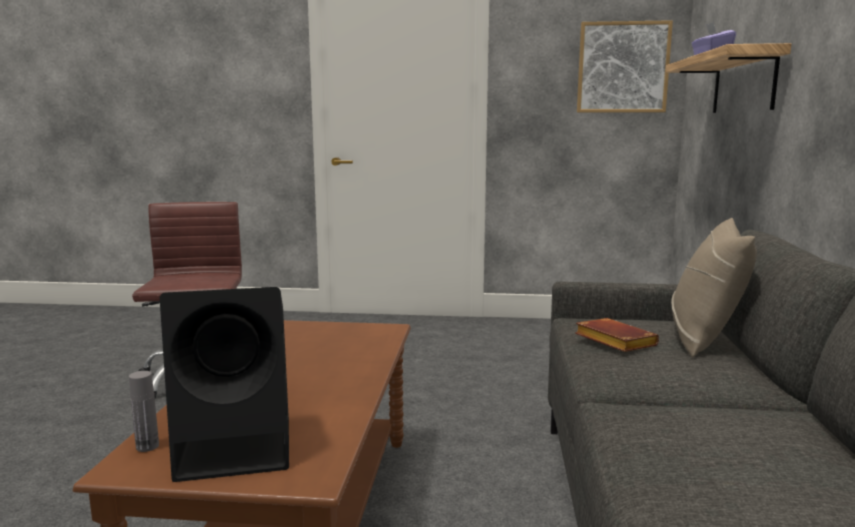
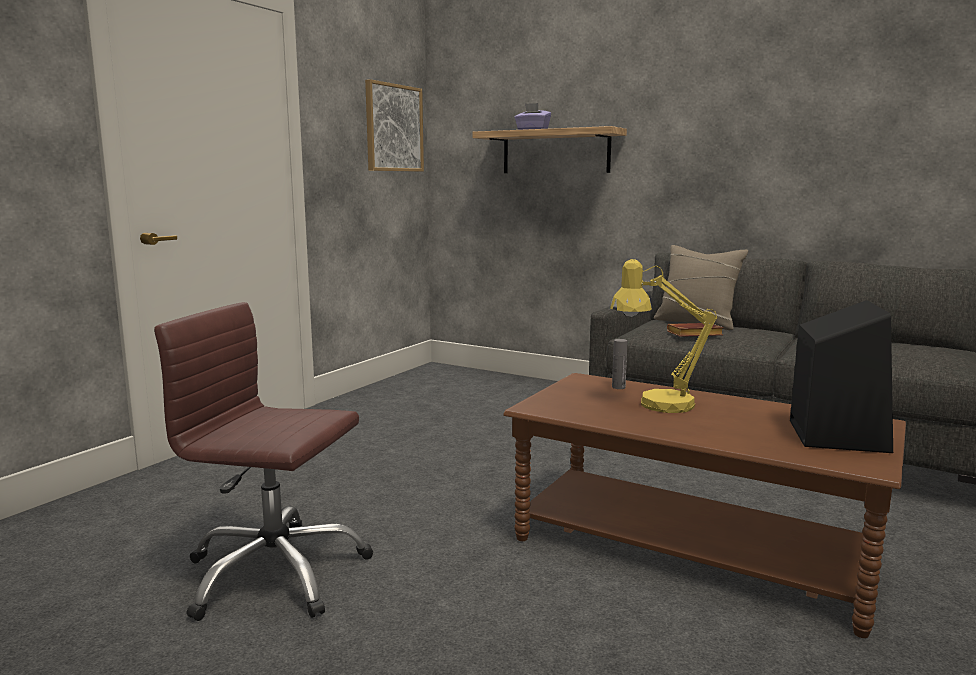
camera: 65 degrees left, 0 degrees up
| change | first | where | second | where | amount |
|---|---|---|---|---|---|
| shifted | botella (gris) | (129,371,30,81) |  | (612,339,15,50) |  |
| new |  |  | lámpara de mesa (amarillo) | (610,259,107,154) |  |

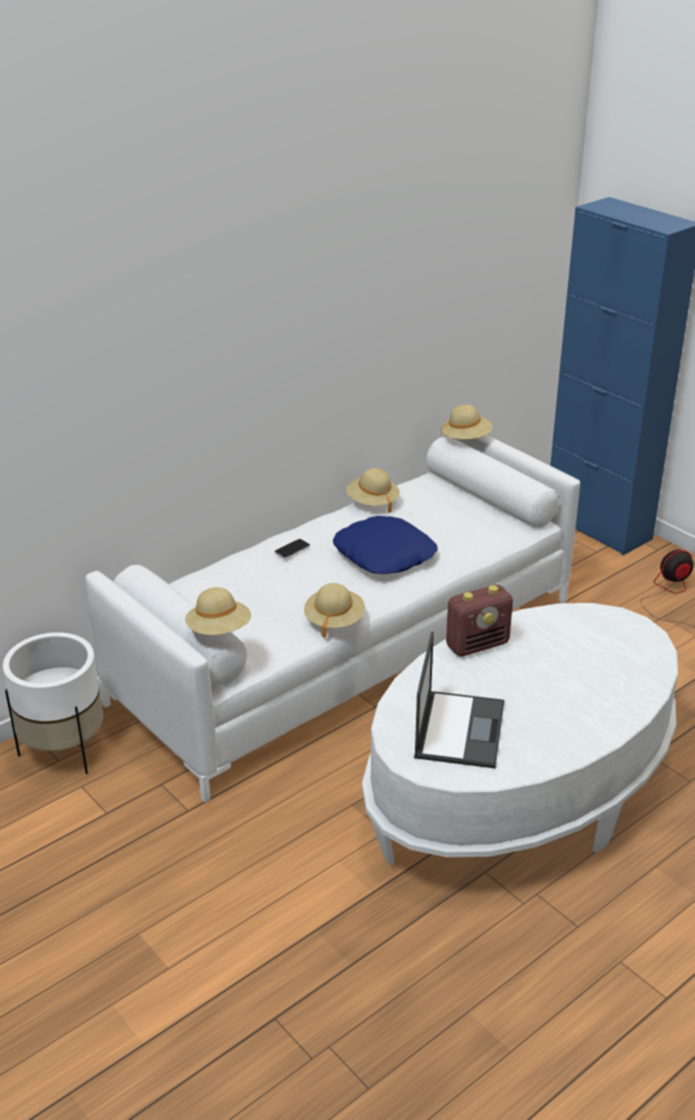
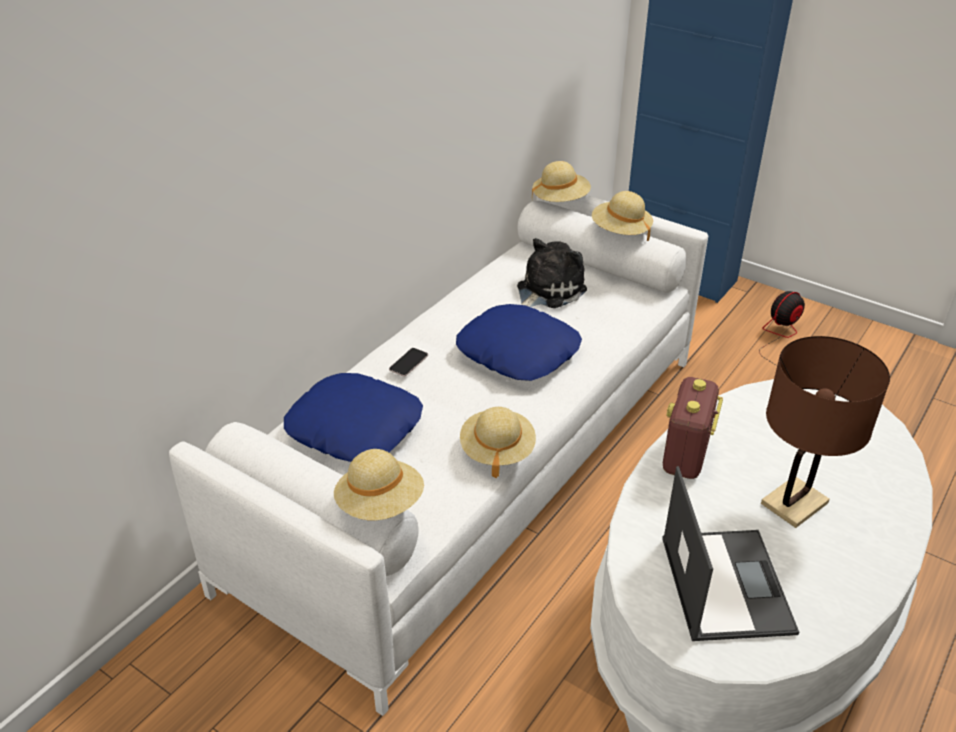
camera: 15 degrees left, 5 degrees up
| change | first | where | second | where | amount |
|---|---|---|---|---|---|
| shifted | sombrero (beis) | (346,468,54,45) |  | (592,191,61,50) |  |
| rotated | radio | (446,584,67,73) |  | (663,377,60,102) | 150 degrees clockwise |
| gone | maceta (blanco) | (3,632,100,142) |  |  |  |
| new |  |  | peluche | (517,238,70,70) |  |
| new |  |  | lámpara de mesa (marrón) | (761,336,129,192) |  |
| new |  |  | cojín (azul) | (284,373,139,89) |  |

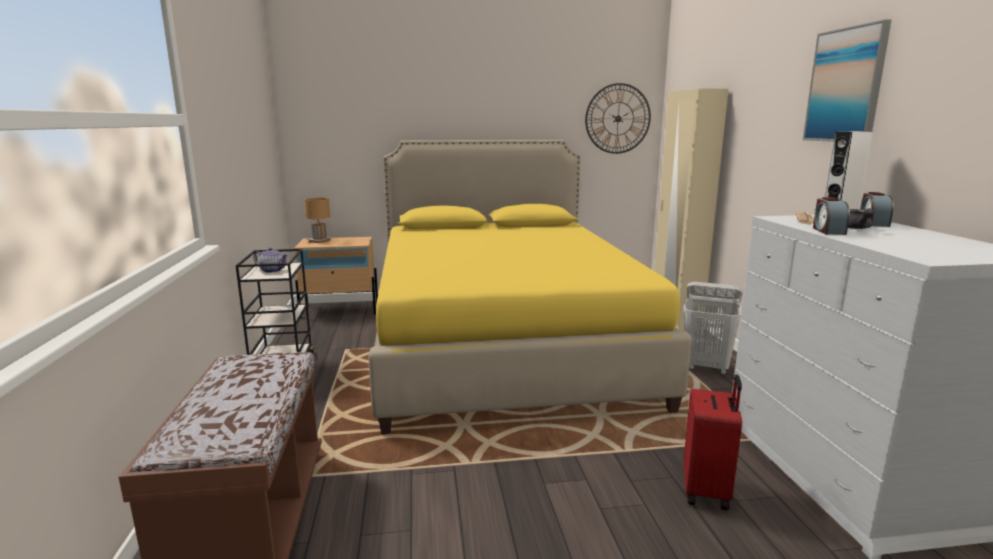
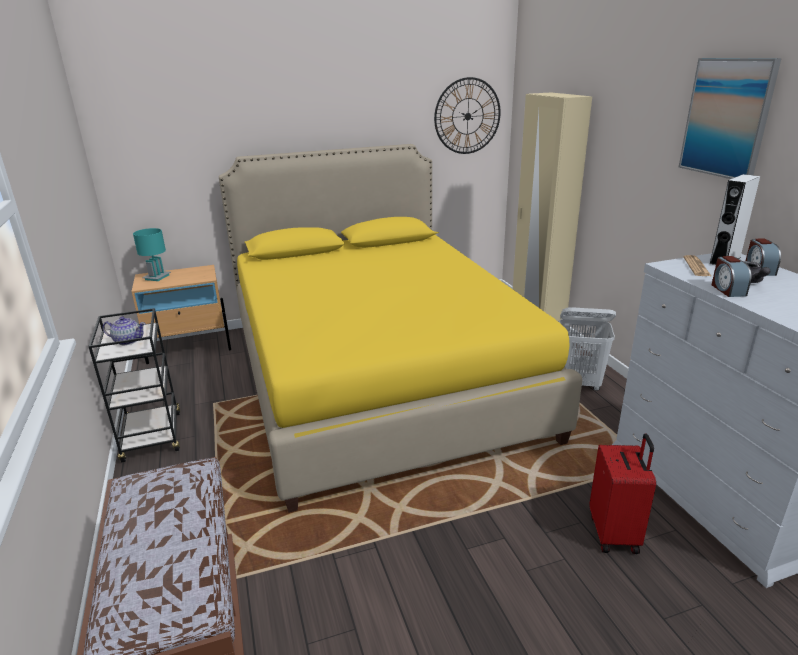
camera: 10 degrees left, 10 degrees up
| change | first | where | second | where | amount |
|---|---|---|---|---|---|
| repainted | lámpara de mesa (marrón) | (304,198,28,45) | lámpara de mesa (turquesa) | (133,228,38,53) |  |

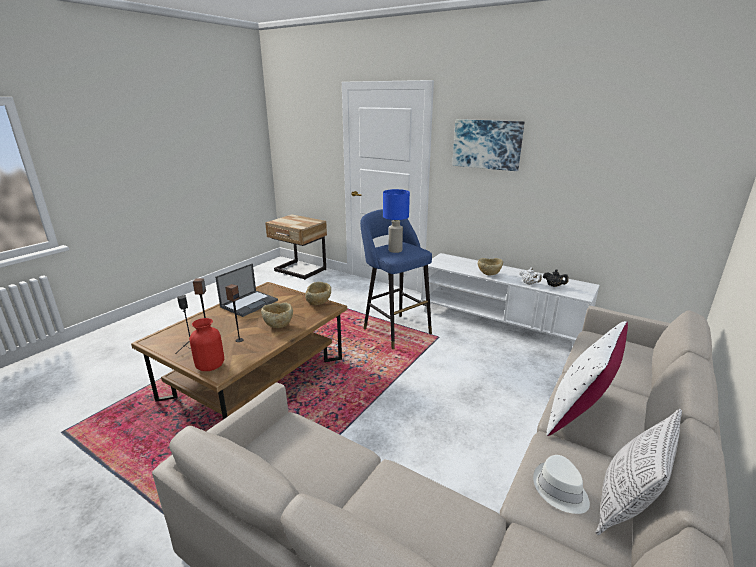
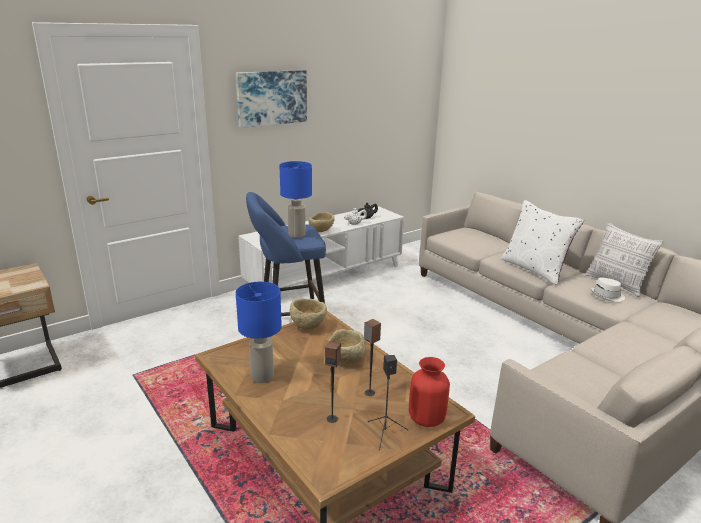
camera: 70 degrees left, 0 degrees up
| change | first | where | second | where | amount |
|---|---|---|---|---|---|
| swapped | portátil | (215,263,63,54) | lámpara de mesa (azul) | (236,282,46,101) |  |

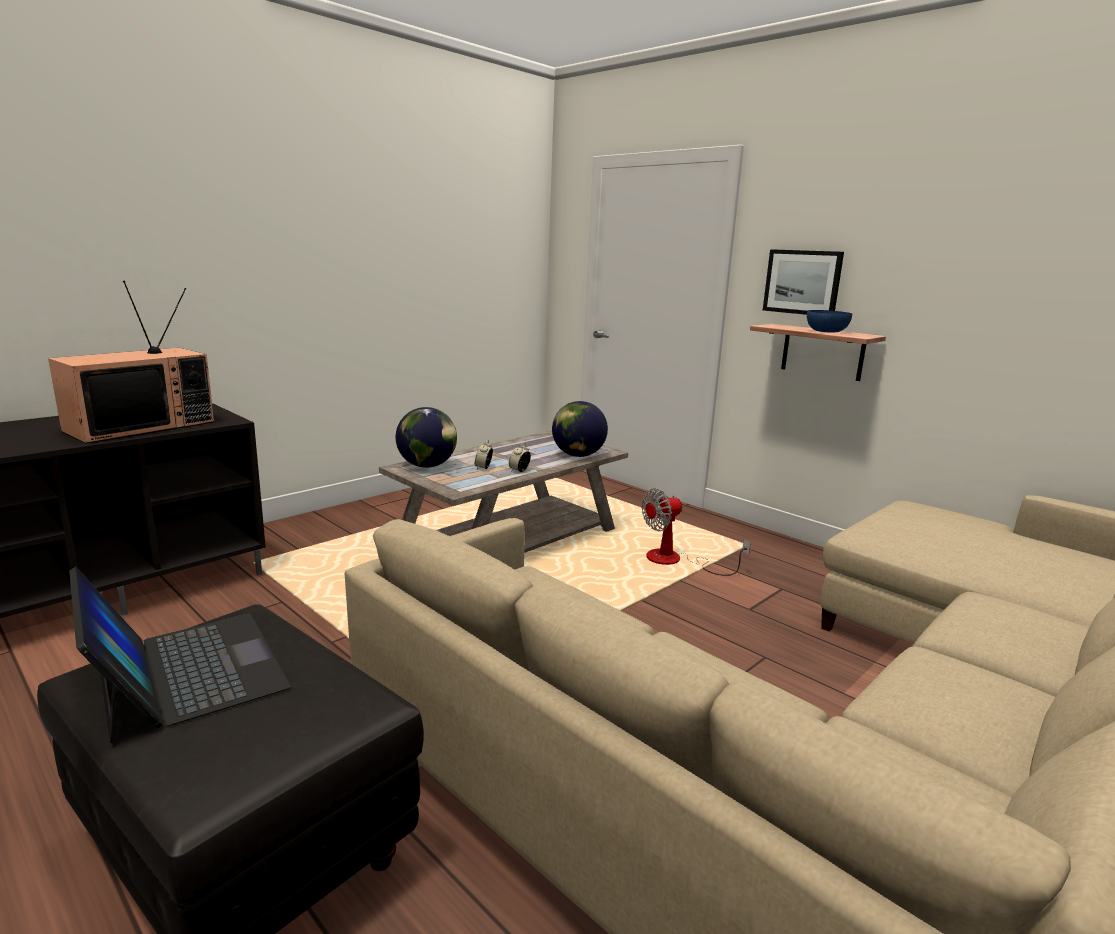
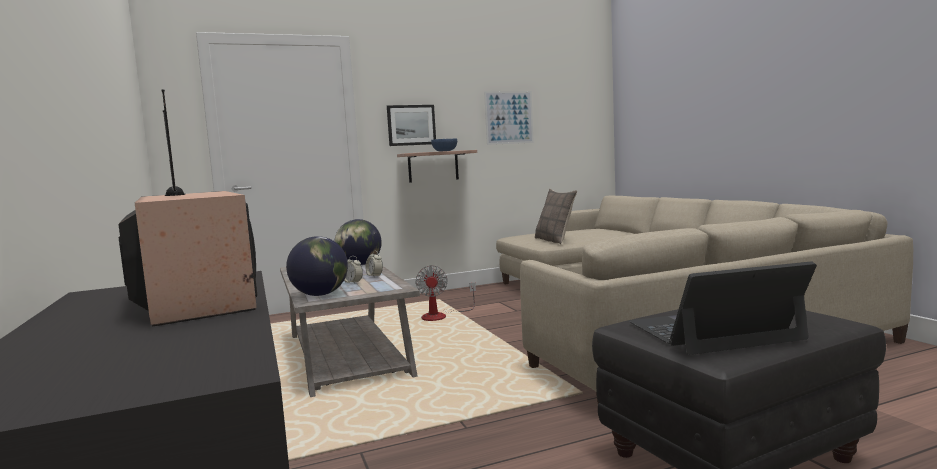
camera: 65 degrees left, 10 degrees down
| change | first | where | second | where | amount |
|---|---|---|---|---|---|
| new |  |  | cuadro | (484,91,50,54) |  |
| new |  |  | cojín | (535,189,42,55) |  |

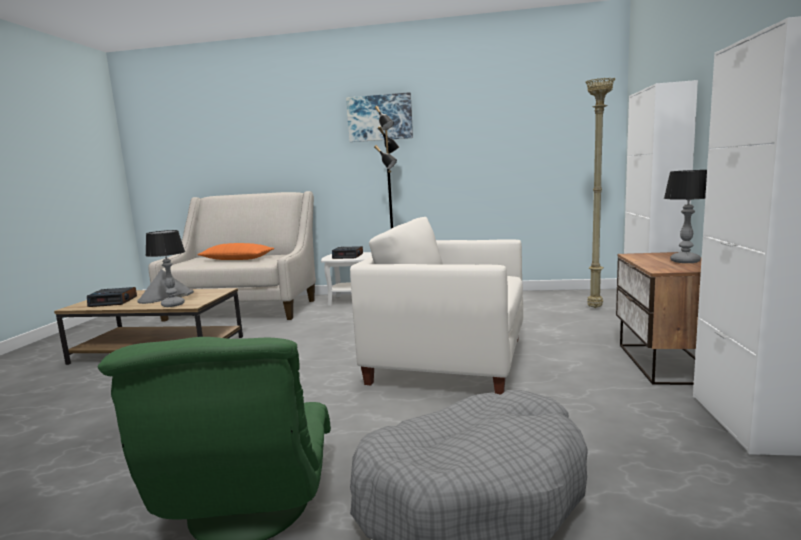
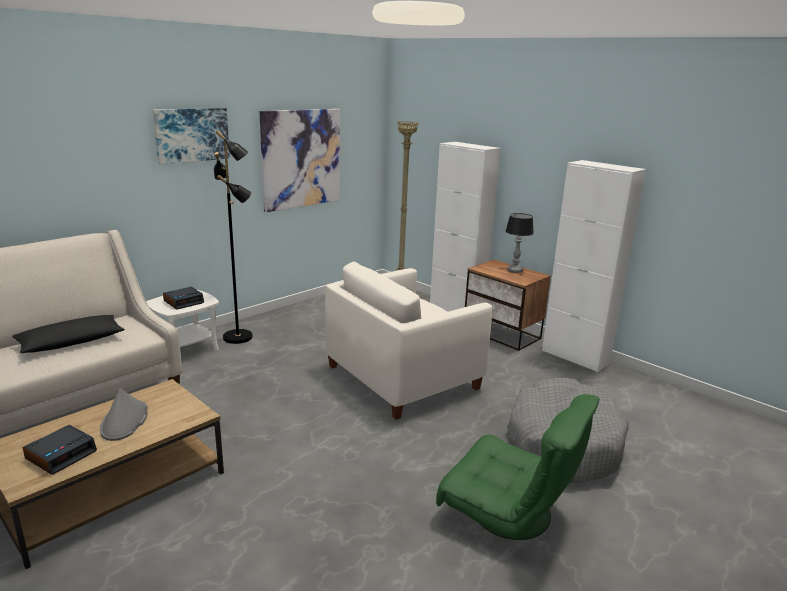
camera: 55 degrees left, 10 degrees up
| change | first | where | second | where | amount |
|---|---|---|---|---|---|
| gone | lámpara de mesa | (145,230,40,77) |  |  |  |
| repainted | cojín (naranja) | (197,243,78,17) | cojín (negro) | (12,315,113,38) |  |
| new |  |  | cuadro | (260,109,80,103) |  |

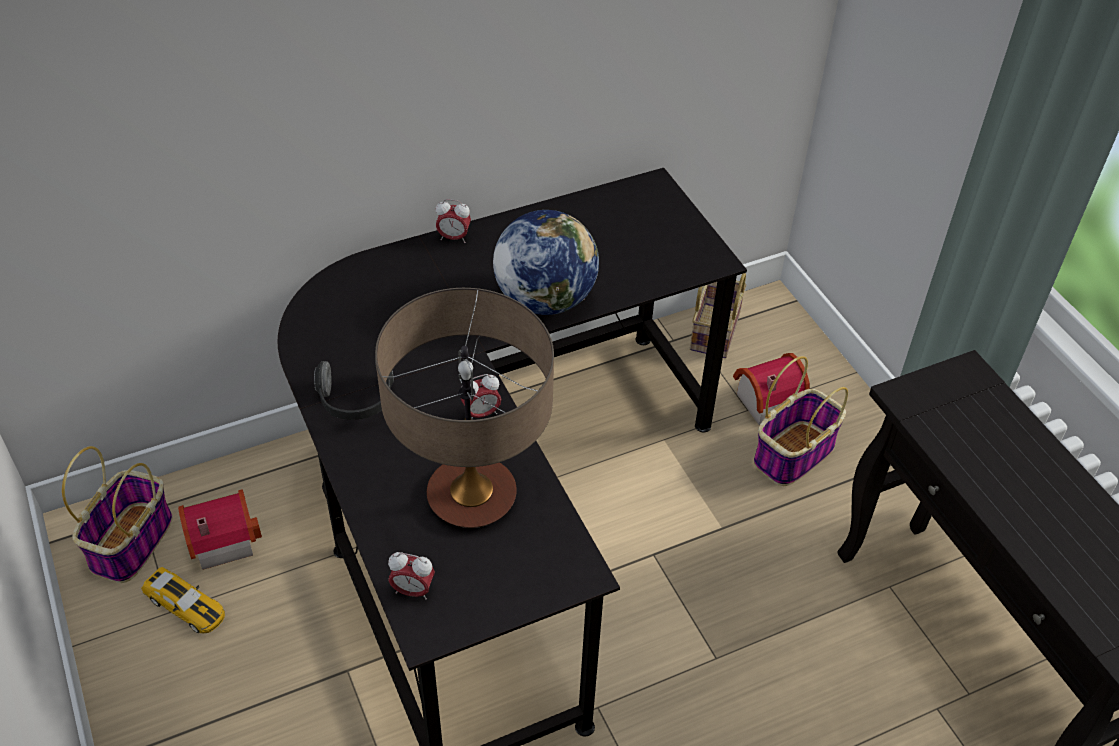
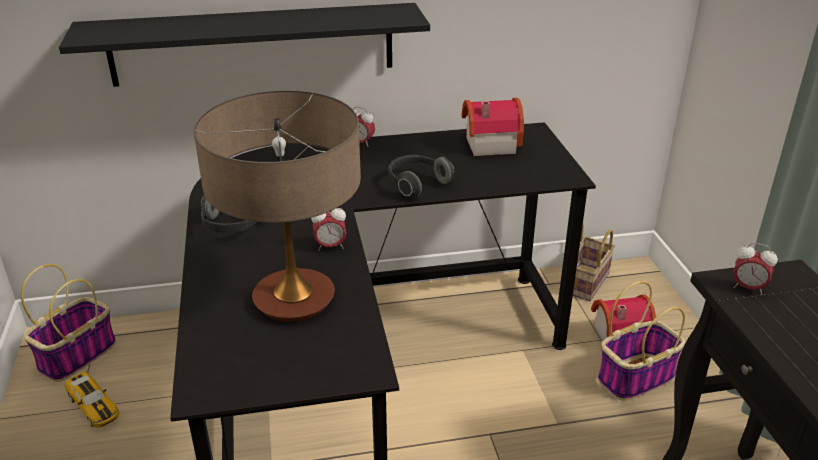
camera: 15 degrees right, 15 degrees down
| change | first | where | second | where | amount |
|---|---|---|---|---|---|
| swapped | globo terráqueo | (493,210,106,105) | auriculares | (389,154,65,45) |  |
| shifted | casita | (178,489,84,81) |  | (461,98,63,58) |  |
| shifted | despertador | (388,552,47,48) |  | (733,243,45,52) |  |
| new |  |  | estante (negro) | (59,3,371,84) |  |

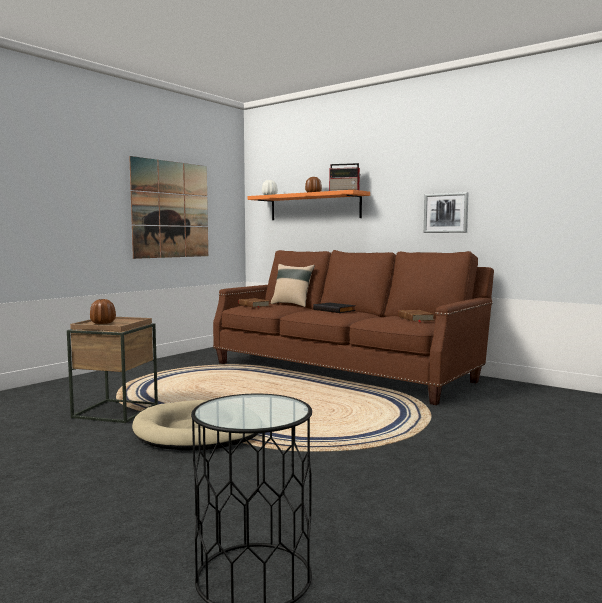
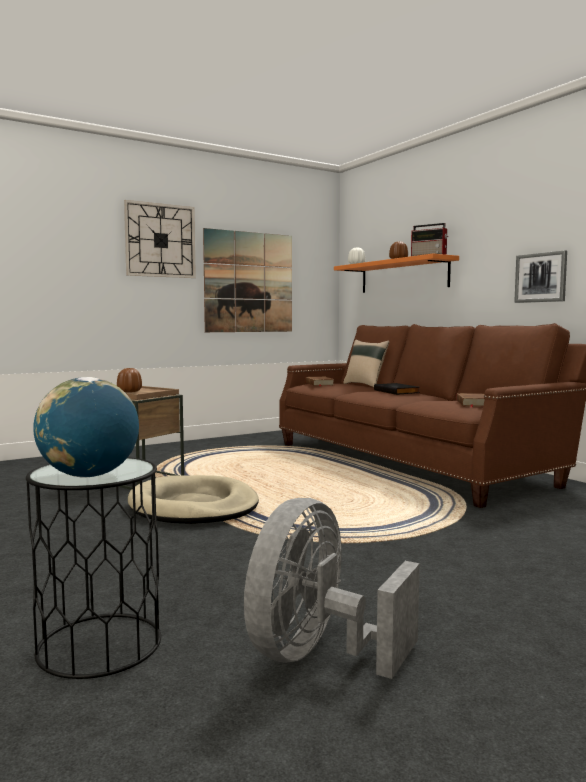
camera: 20 degrees right, 0 degrees up
| change | first | where | second | where | amount |
|---|---|---|---|---|---|
| new |  |  | reloj de pared | (124,200,72,78) |  |
| new |  |  | globo terráqueo | (33,377,106,101) |  |
| new |  |  | ventilador (gris) | (244,498,176,181) |  |

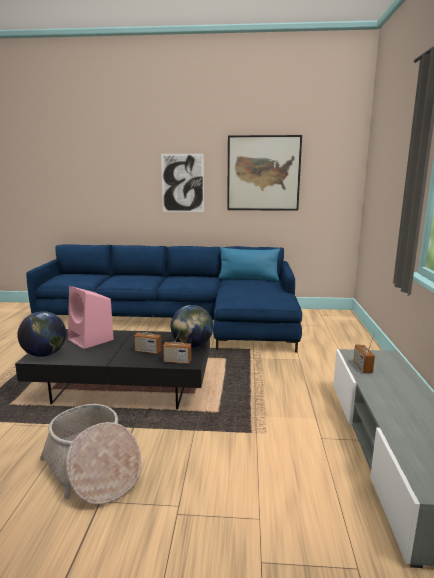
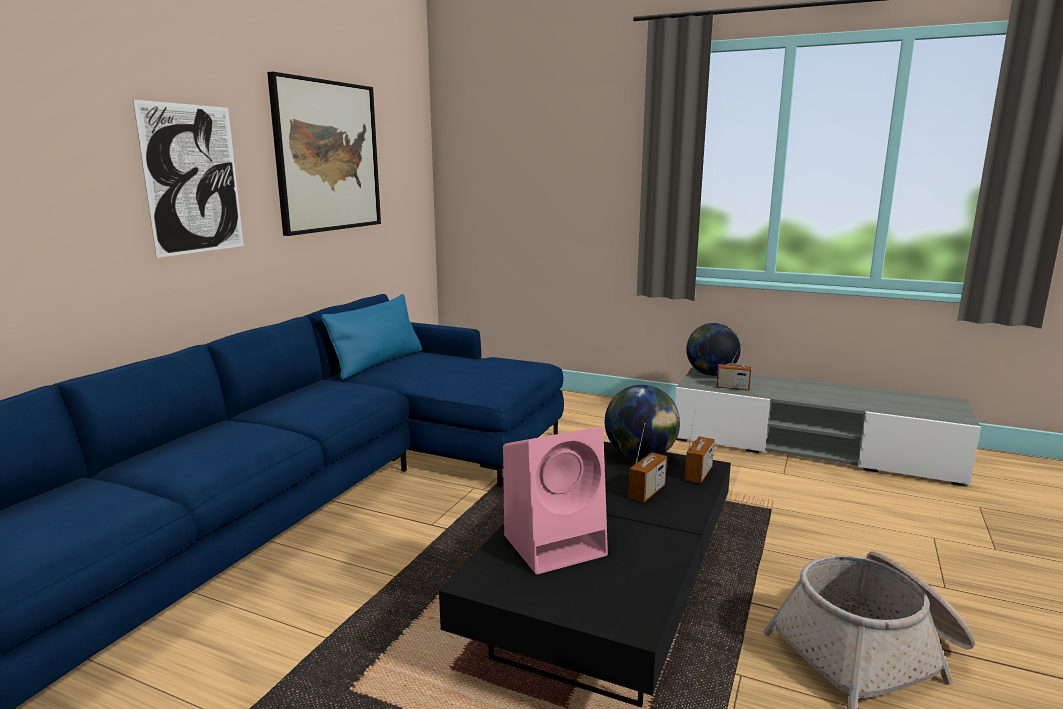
camera: 70 degrees left, 0 degrees up
| change | first | where | second | where | amount |
|---|---|---|---|---|---|
| shifted | globo terráqueo | (17,311,49,46) |  | (686,323,55,53) |  |

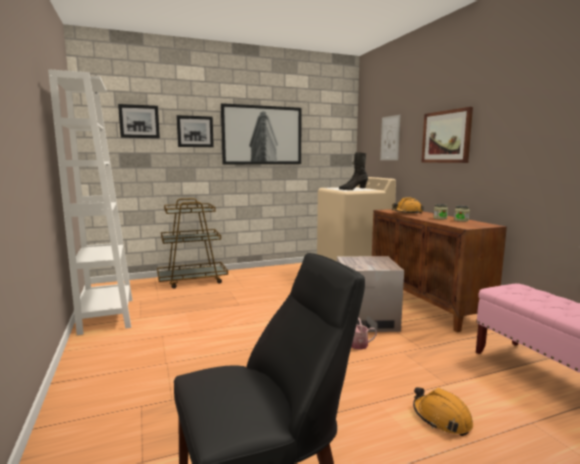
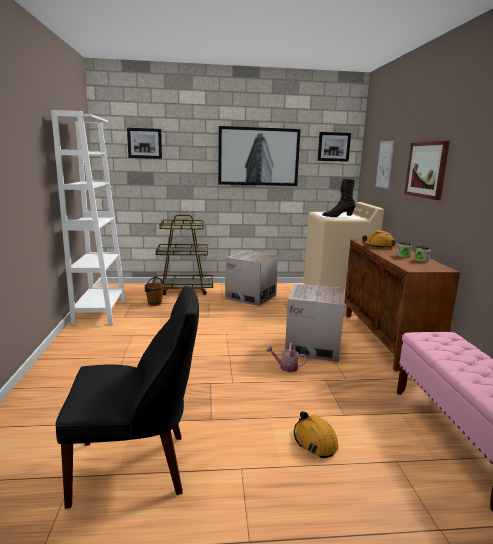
camera: 15 degrees right, 5 degrees up
| change | first | where | second | where | amount |
|---|---|---|---|---|---|
| shifted | cuadro | (176,115,38,32) |  | (317,132,34,30) |  |
| new |  |  | caja de cartón | (225,251,53,55) |  |
| new |  |  | cubo (marrón) | (144,277,20,29) |  |

